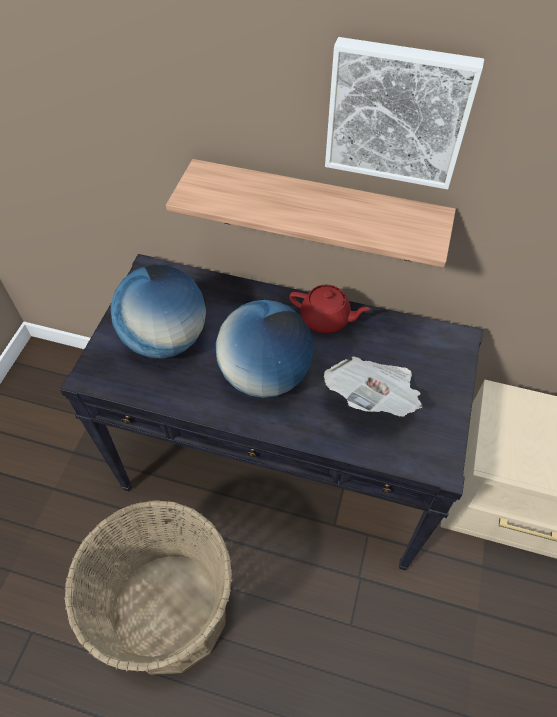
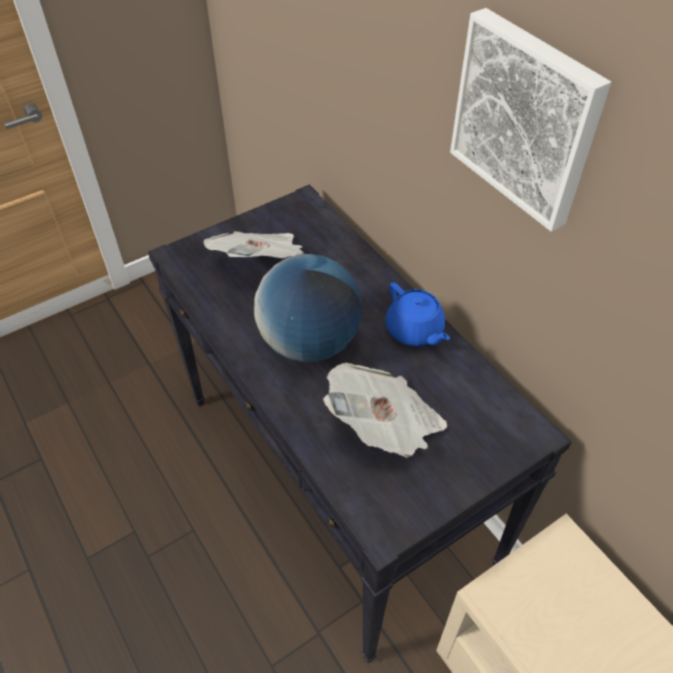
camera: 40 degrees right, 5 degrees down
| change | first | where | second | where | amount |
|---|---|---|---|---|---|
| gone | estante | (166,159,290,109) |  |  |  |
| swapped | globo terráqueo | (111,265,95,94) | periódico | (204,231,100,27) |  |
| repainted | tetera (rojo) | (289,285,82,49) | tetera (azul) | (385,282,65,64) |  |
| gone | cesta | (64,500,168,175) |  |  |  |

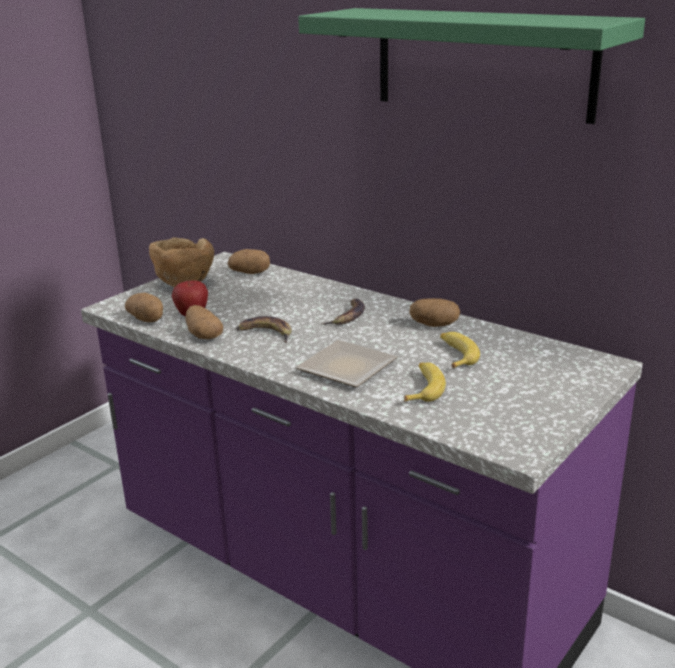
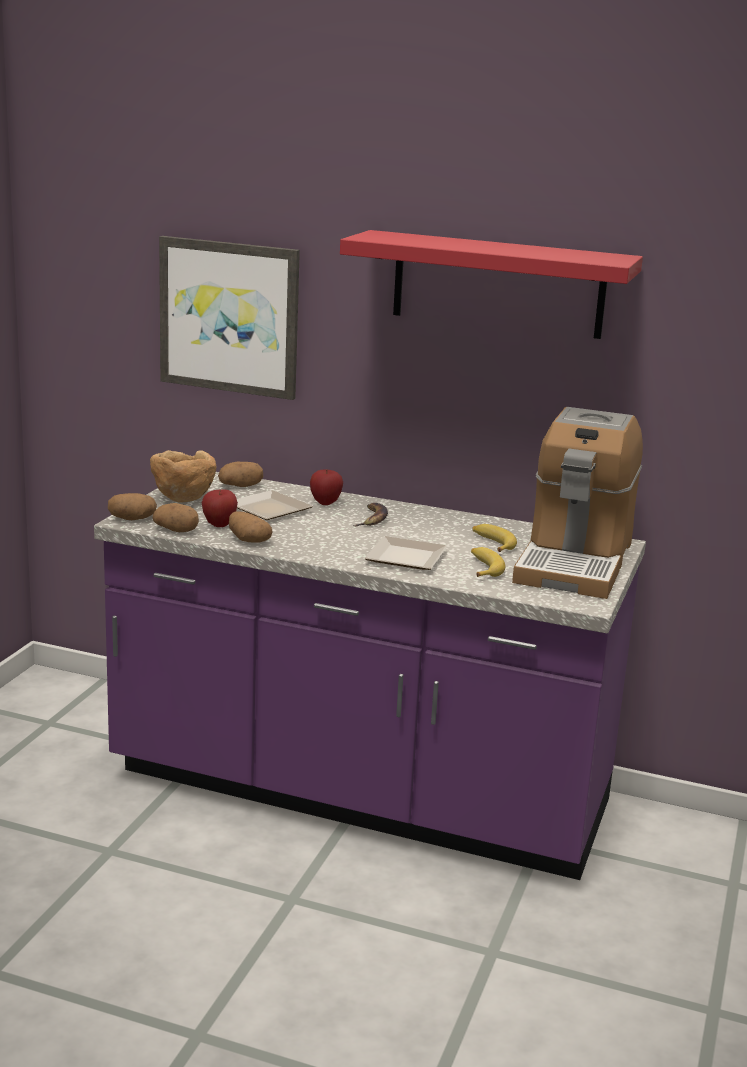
camera: 20 degrees left, 5 degrees down
| change | first | where | second | where | amount |
|---|---|---|---|---|---|
| repainted | estante (verde) | (298,8,347,116) | estante (rojo) | (340,230,303,109) |  |
| shifted | patata | (409,298,51,29) |  | (108,493,49,27) |  |
| gone | plátano | (236,316,56,27) |  |  |  |
| new |  |  | cuadro | (159,236,141,164) |  |
| new |  |  | cafetera | (512,407,131,192) |  |
| new |  |  | manzana | (310,469,33,36) |  |
| new |  |  | plato | (237,490,76,30) |  |

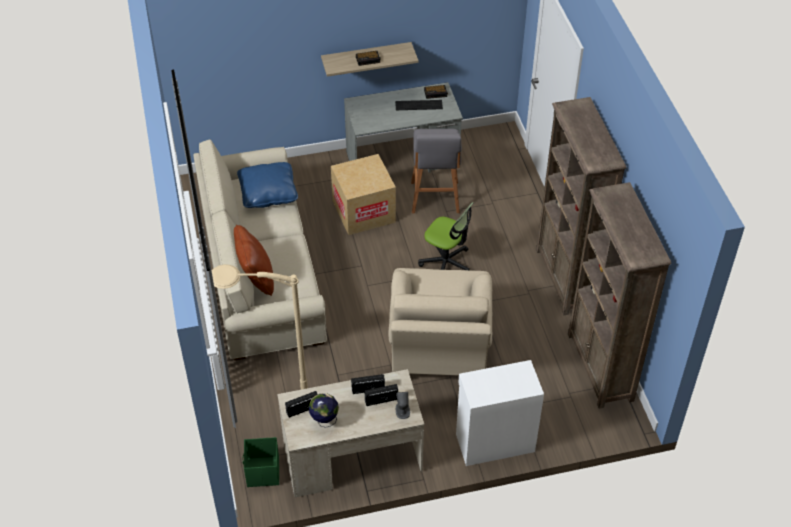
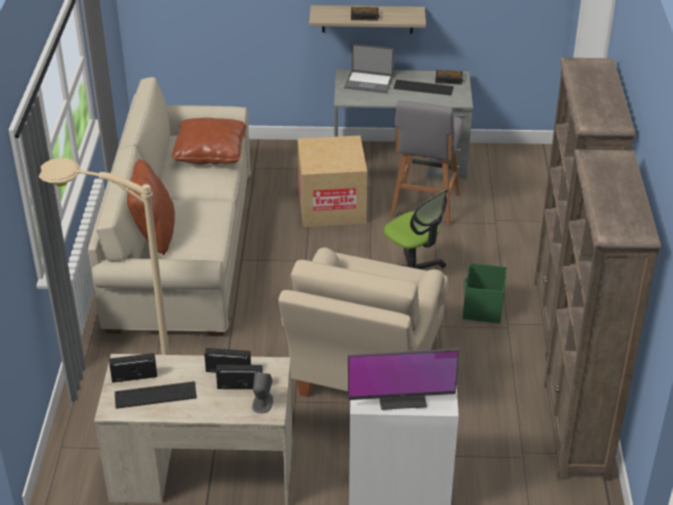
camera: 15 degrees right, 10 degrees down
| change | first | where | second | where | amount |
|---|---|---|---|---|---|
| repainted | cojín (azul) | (237,162,61,46) | cojín (marrón) | (172,118,75,47) |  |
| swapped | globo terráqueo | (309,393,30,35) | teclado | (115,381,82,28) |  |
| shifted | caja de almacenaje (verde) | (242,437,37,50) |  | (463,263,44,61) |  |
| new |  |  | portátil | (344,44,50,49) |  |
| new |  |  | monitor | (348,348,111,62) |  |

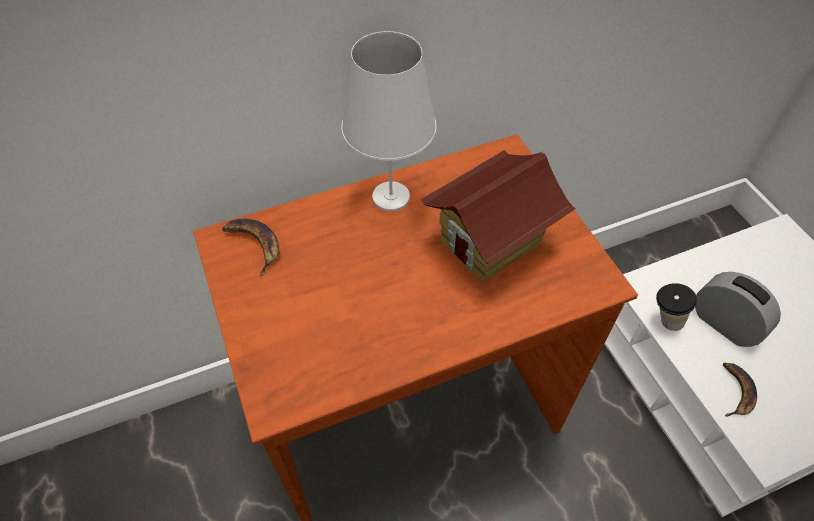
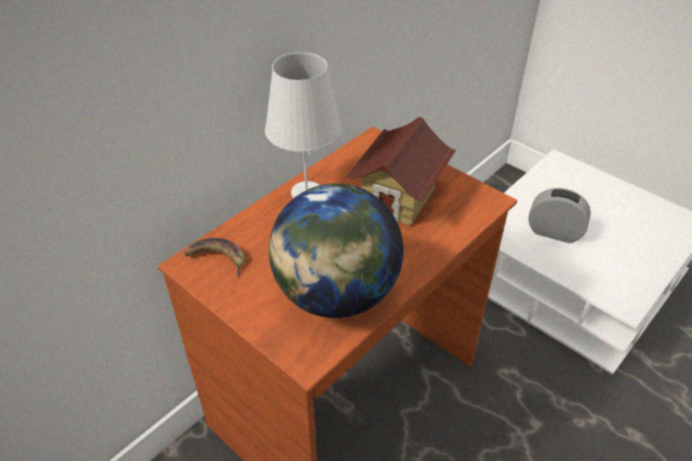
camera: 25 degrees left, 10 degrees down
| change | first | where | second | where | amount |
|---|---|---|---|---|---|
| gone | taza | (656,283,41,48) |  |  |  |
| gone | plátano | (723,363,34,54) |  |  |  |
| new |  |  | globo terráqueo | (269,183,135,135) |  |

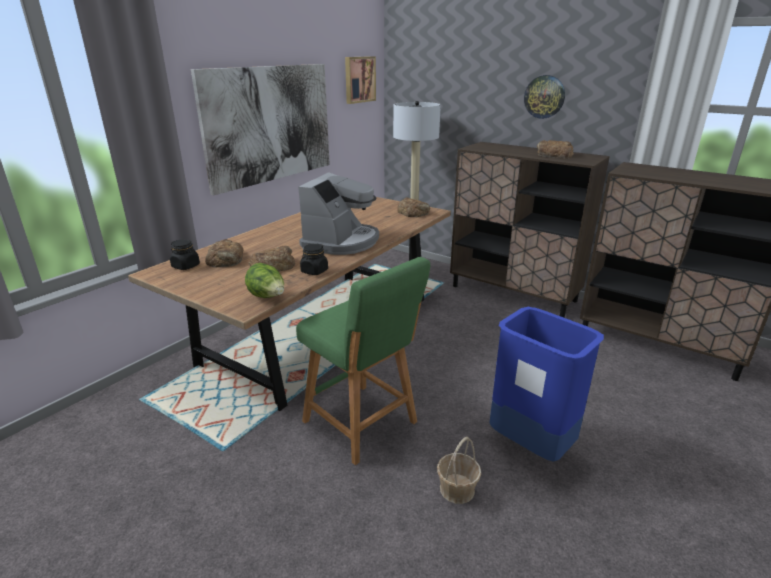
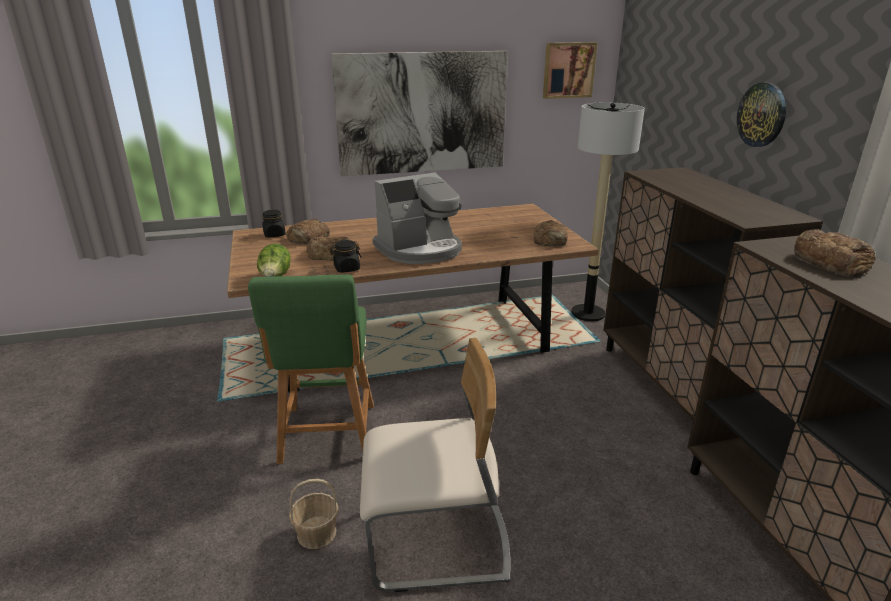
camera: 40 degrees right, 0 degrees up
| change | first | where | second | where | amount |
|---|---|---|---|---|---|
| shifted | pan | (537,140,37,19) |  | (794,229,82,48) |  |
| swapped | papelera (azul) | (489,307,115,155) | silla (beis) | (360,338,150,254) |  |

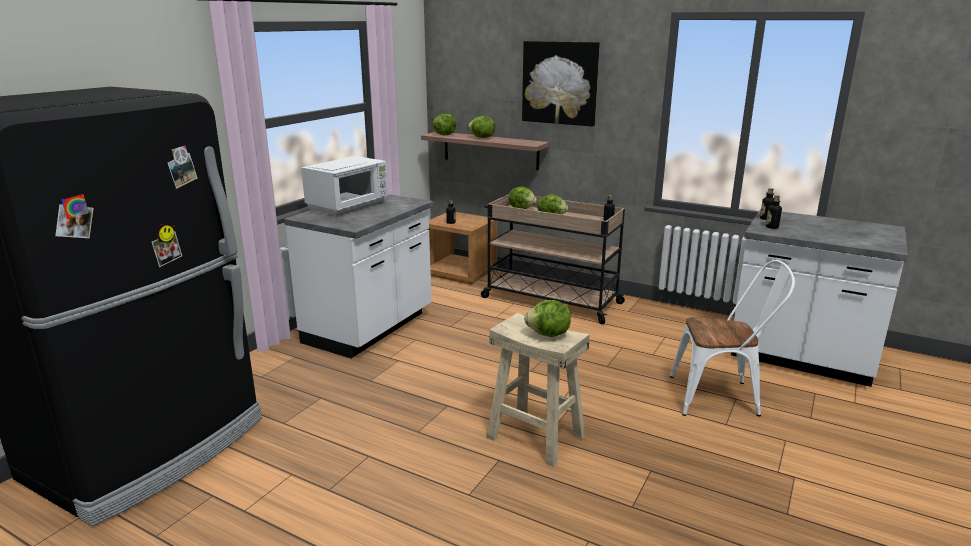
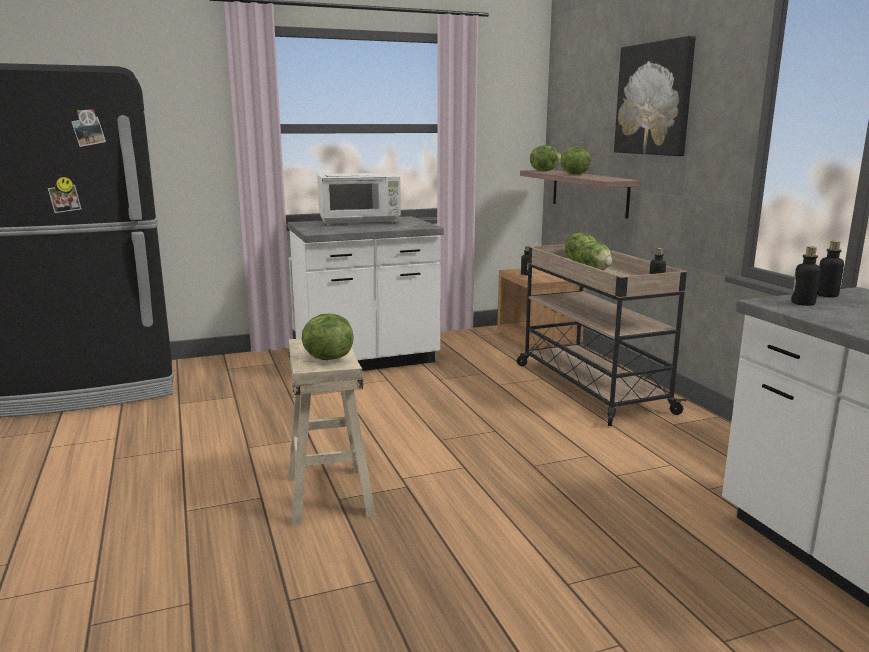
camera: 40 degrees right, 5 degrees down
| change | first | where | second | where | amount |
|---|---|---|---|---|---|
| gone | silla (blanco) | (670,260,125,156) |  |  |  |

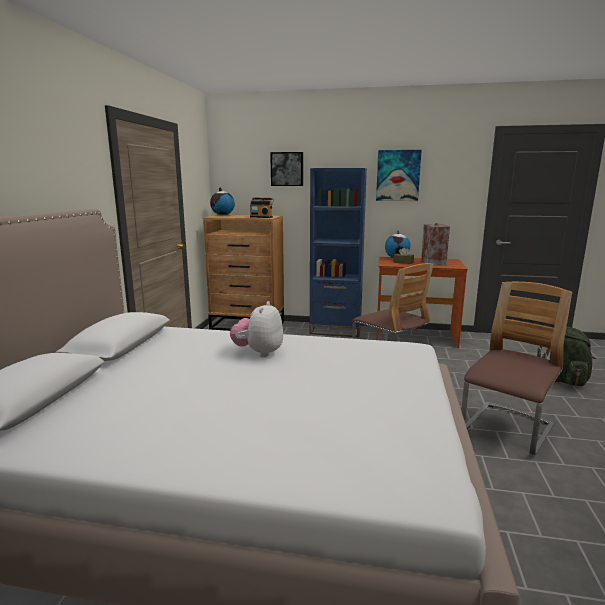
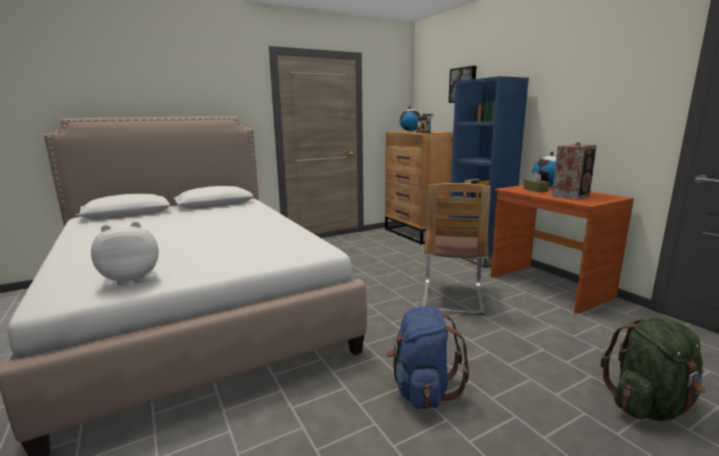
camera: 50 degrees right, 0 degrees up
| change | first | where | second | where | amount |
|---|---|---|---|---|---|
| gone | cuadro | (376,150,46,51) |  |  |  |
| swapped | silla | (461,282,111,173) | mochila (azul) | (386,306,84,103) |  |
| shifted | peluche | (230,301,53,56) |  | (91,221,68,64) |  |

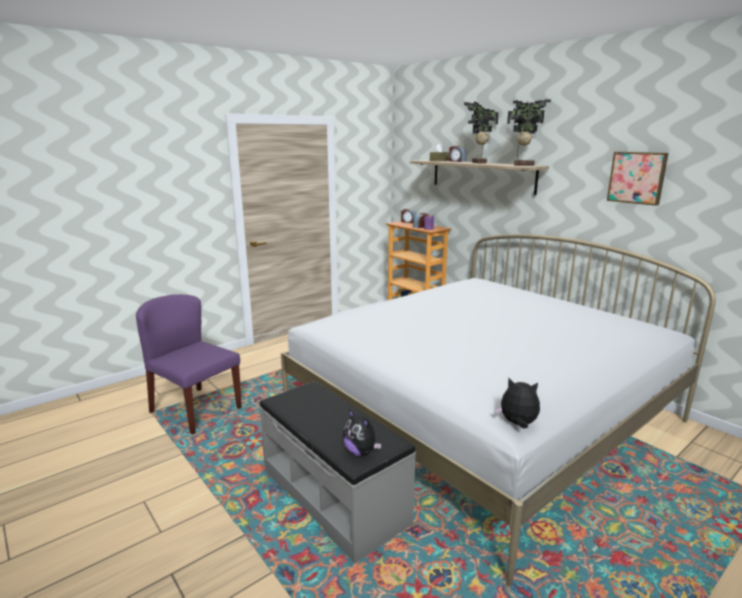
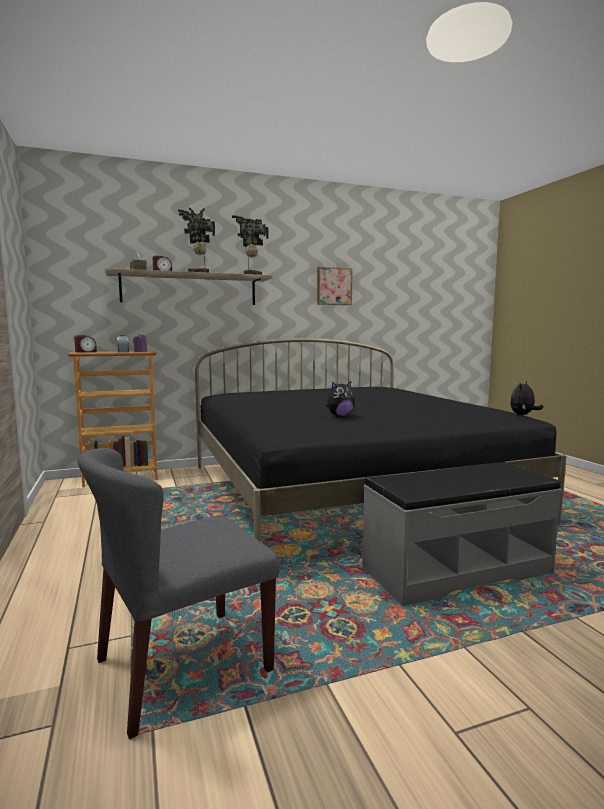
camera: 70 degrees left, 10 degrees down
| change | first | where | second | where | amount |
|---|---|---|---|---|---|
| repainted | cama (blanco) | (281,234,435,353) | cama (negro) | (195,338,372,204) |  |
| repainted | silla (morado) | (136,294,106,141) | silla (gris) | (78,448,201,291) |  |
| shifted | peluche | (343,409,38,47) |  | (326,381,29,36) |  |

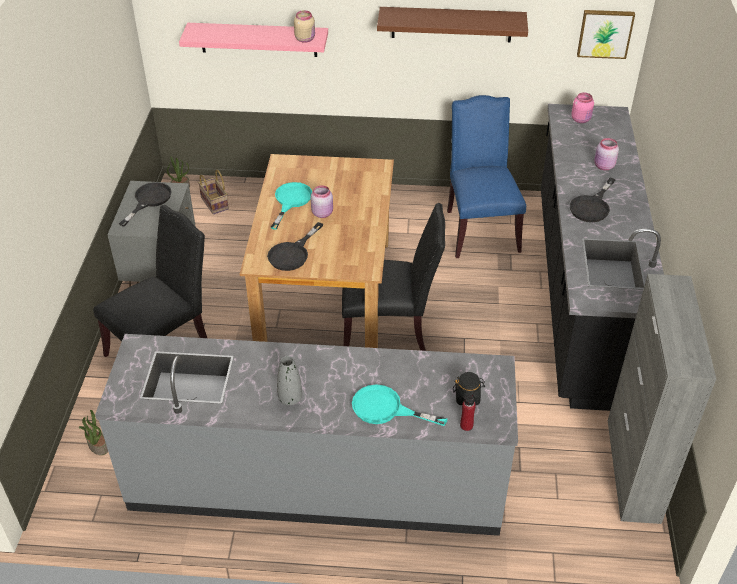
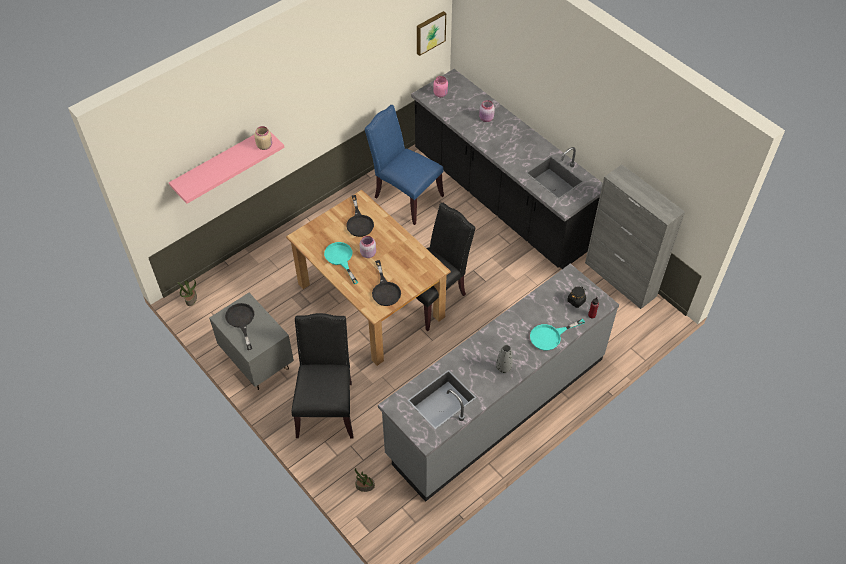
camera: 45 degrees left, 10 degrees up
| change | first | where | second | where | amount |
|---|---|---|---|---|---|
| gone | estante (marrón) | (377,7,151,35) |  |  |  |
| gone | cesta | (198,170,31,44) |  |  |  |
| shifted | sartén (negro) | (570,178,46,44) |  | (346,195,28,42) |  |

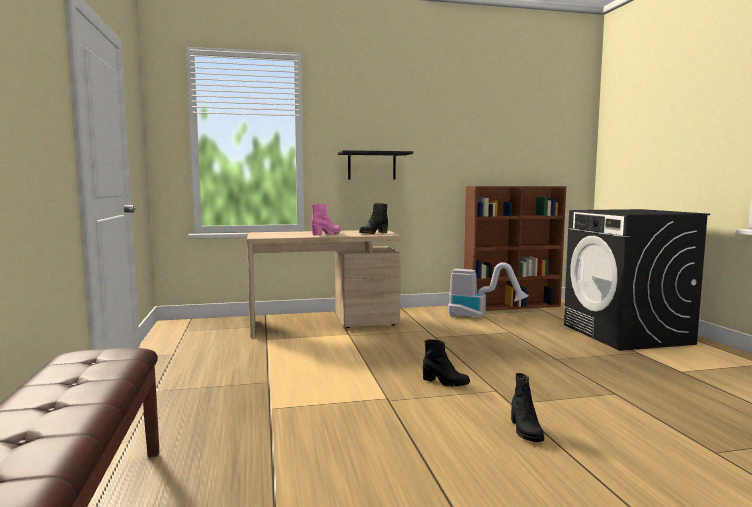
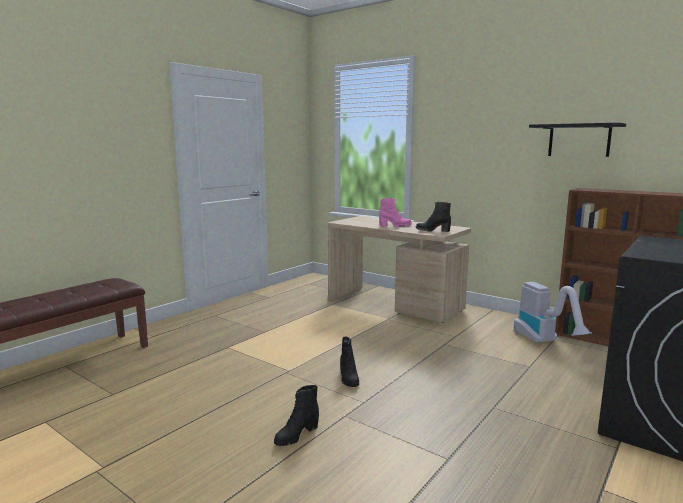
camera: 50 degrees right, 5 degrees up
| change | first | where | second | where | amount |
|---|---|---|---|---|---|
| shifted | estante (negro) | (338,150,75,30) |  | (529,123,97,34) |  |

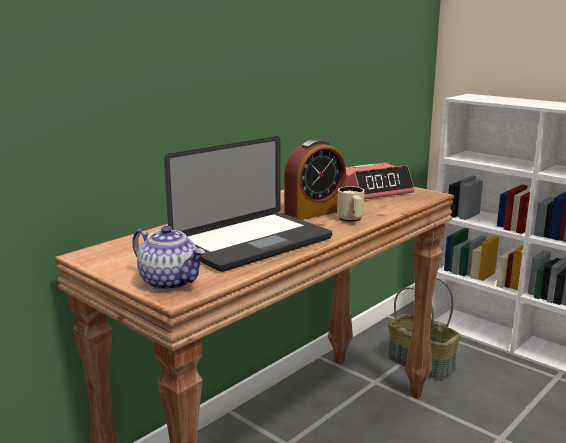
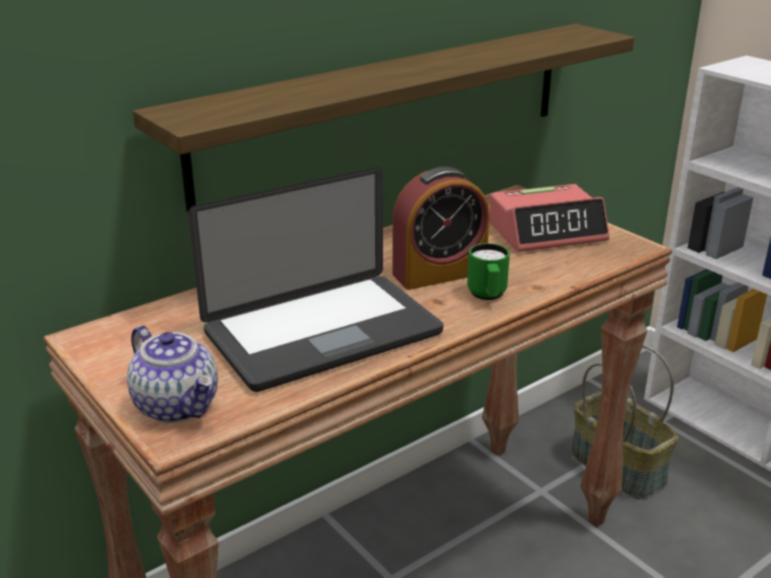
camera: 10 degrees right, 10 degrees up
| change | first | where | second | where | amount |
|---|---|---|---|---|---|
| repainted | taza grande (beis) | (337,186,28,36) | taza grande (verde) | (467,243,43,57) |  |
| new |  |  | estante | (133,24,501,188) |  |

